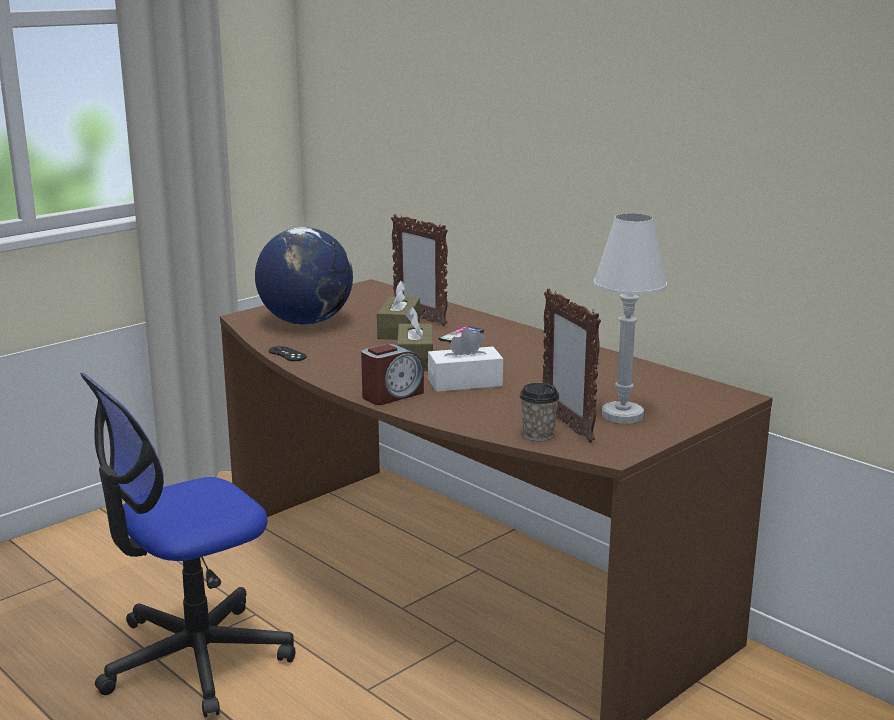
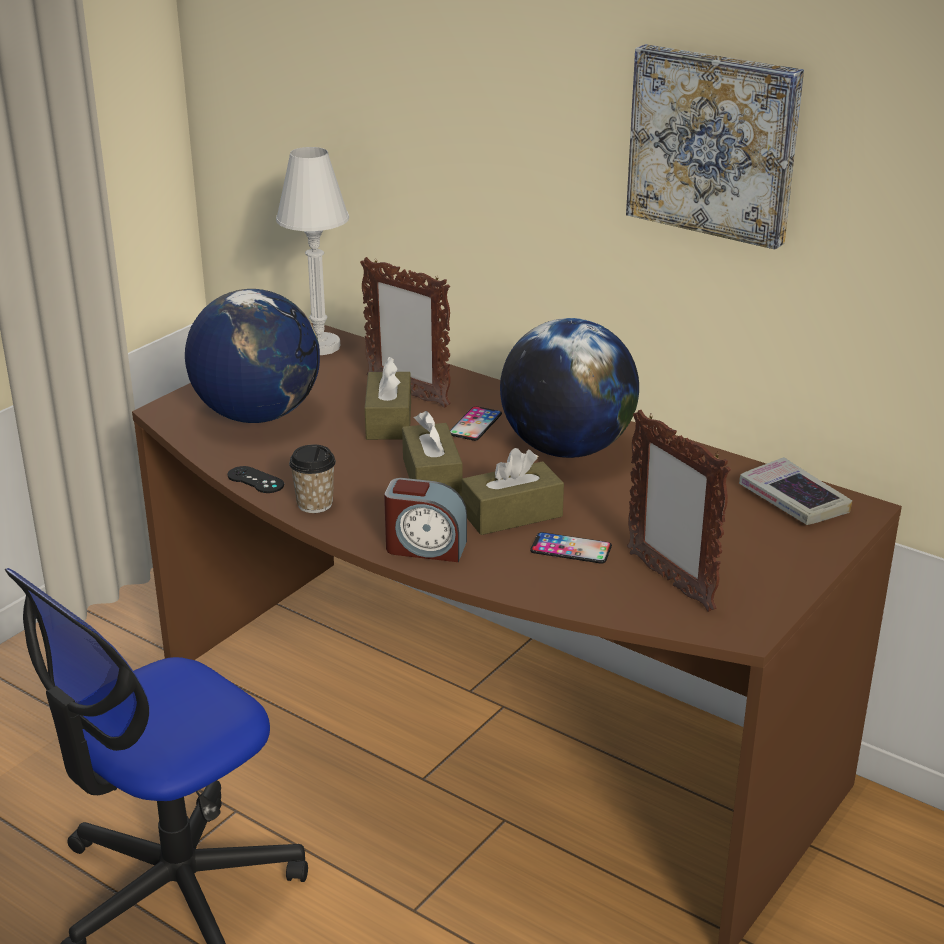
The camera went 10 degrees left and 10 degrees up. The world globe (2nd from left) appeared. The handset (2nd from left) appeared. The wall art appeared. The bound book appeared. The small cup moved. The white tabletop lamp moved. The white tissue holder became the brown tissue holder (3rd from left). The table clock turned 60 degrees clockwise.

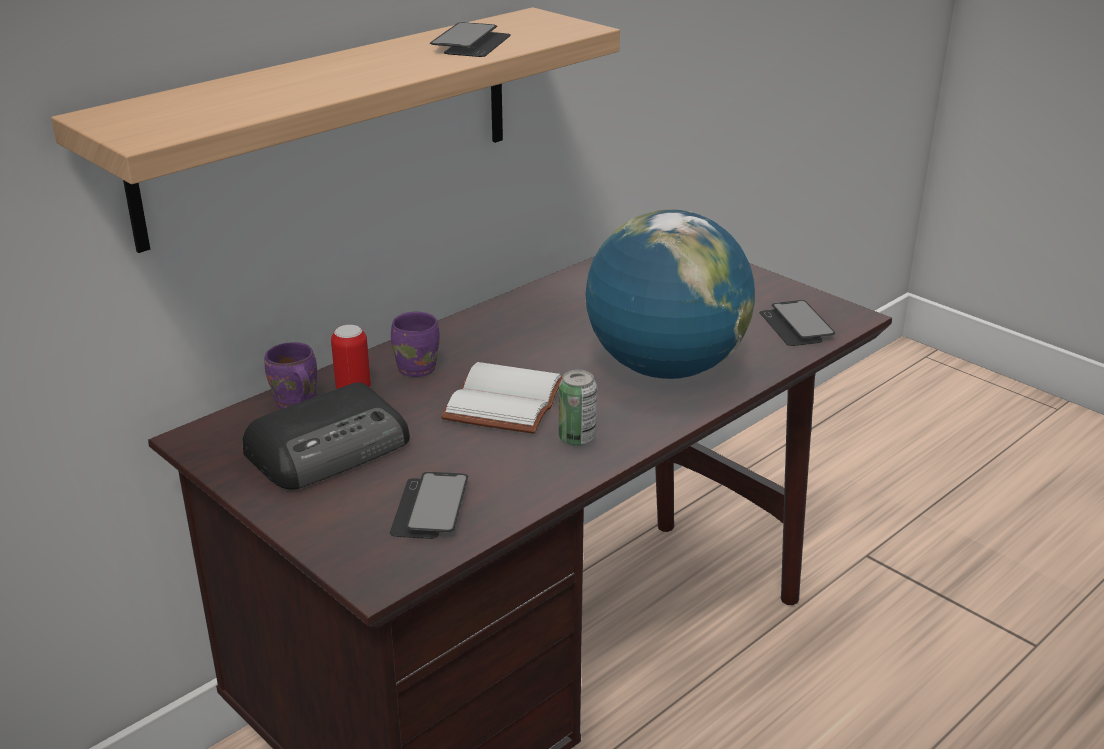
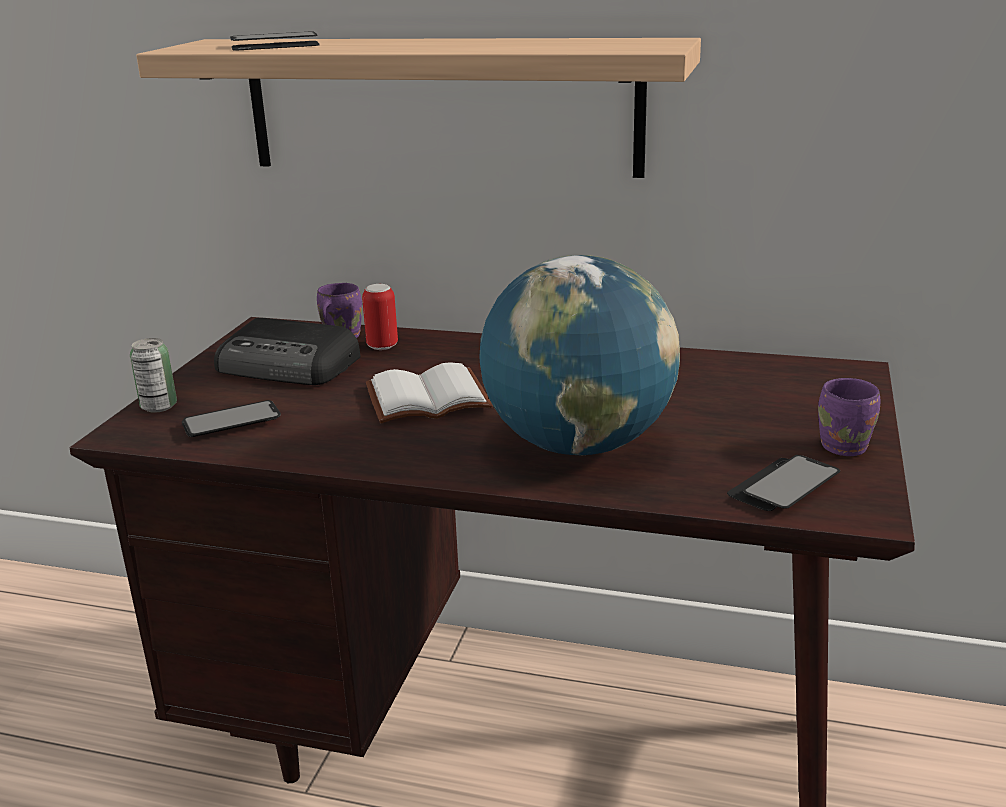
The camera went 60 degrees right and 5 degrees down. The purplish tea mug (2nd from left) moved. The handset (2nd from left) moved. The metal can (2nd from left in the first image) moved.

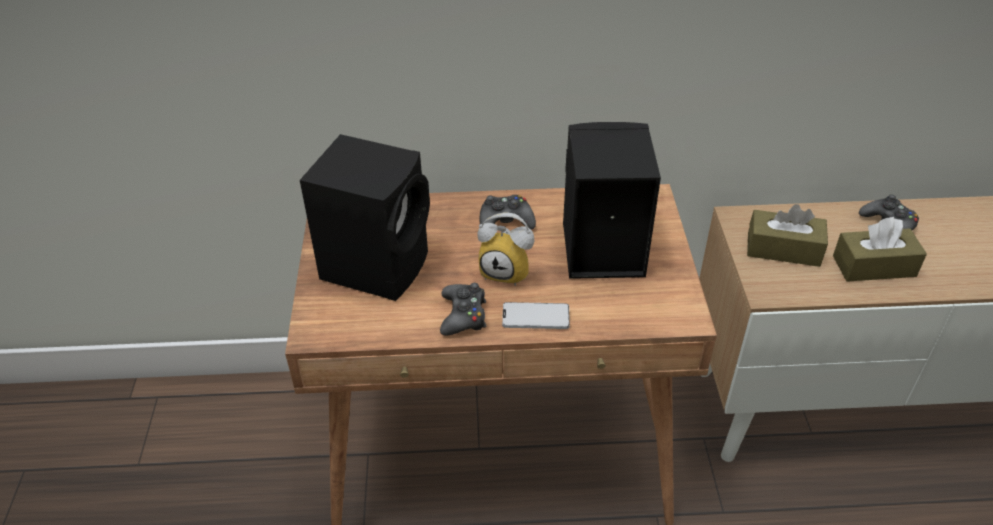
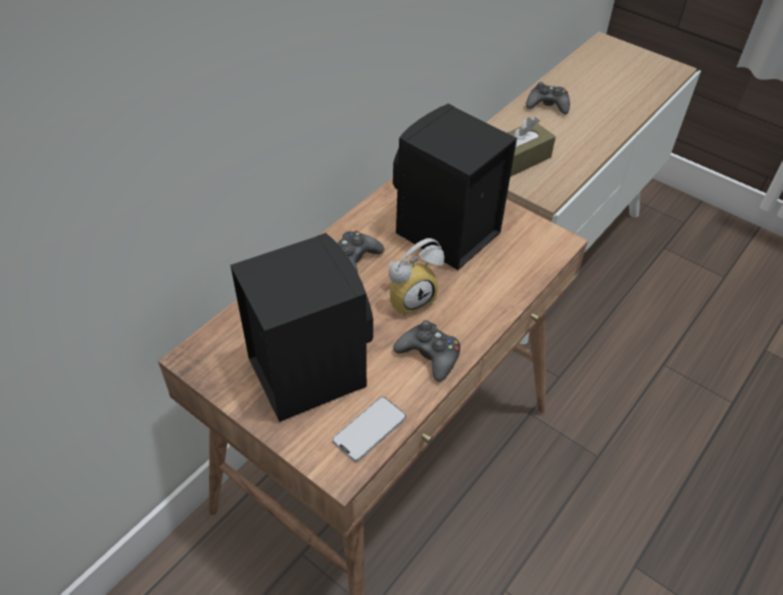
The camera went 50 degrees left and 5 degrees up. The brown tissue holder (2nd from left) disappeared. The handset moved.

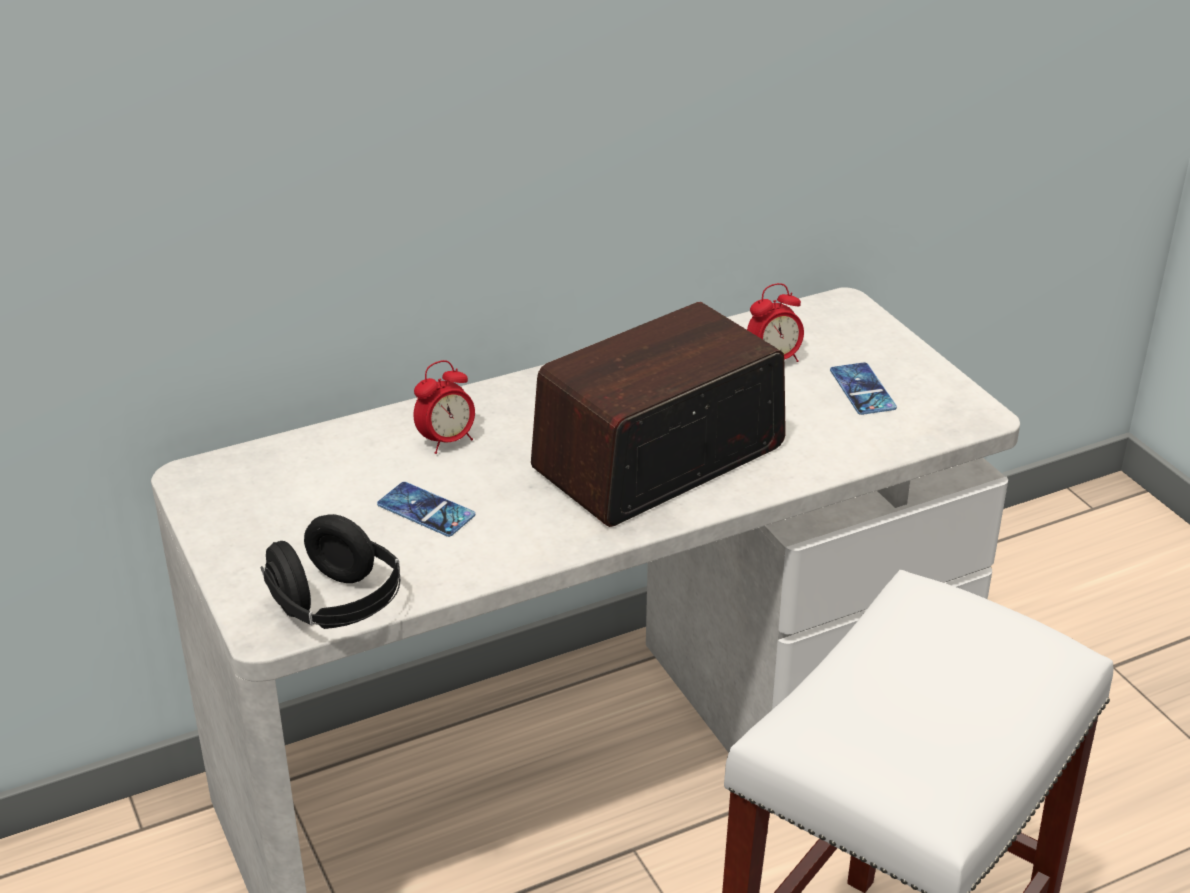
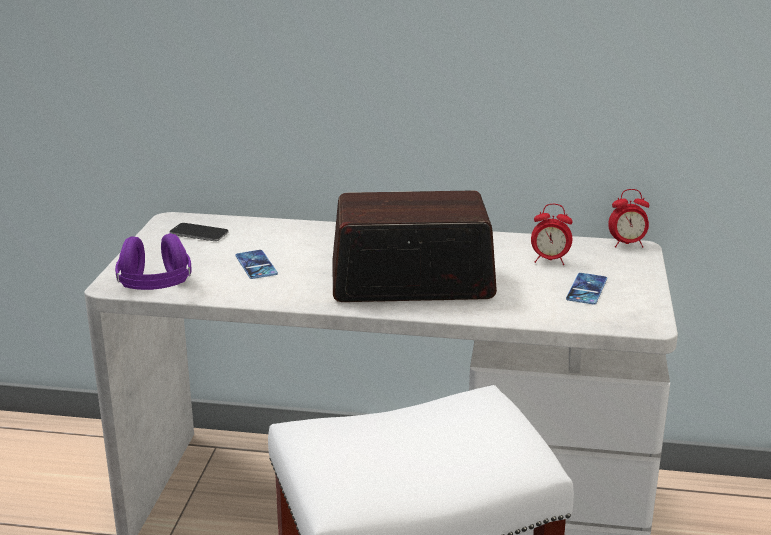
The camera went 35 degrees right and 10 degrees down. The handset (1st from left) appeared. The table clock (1st from left in the first image) moved. The blackish headset became the purplish headset.

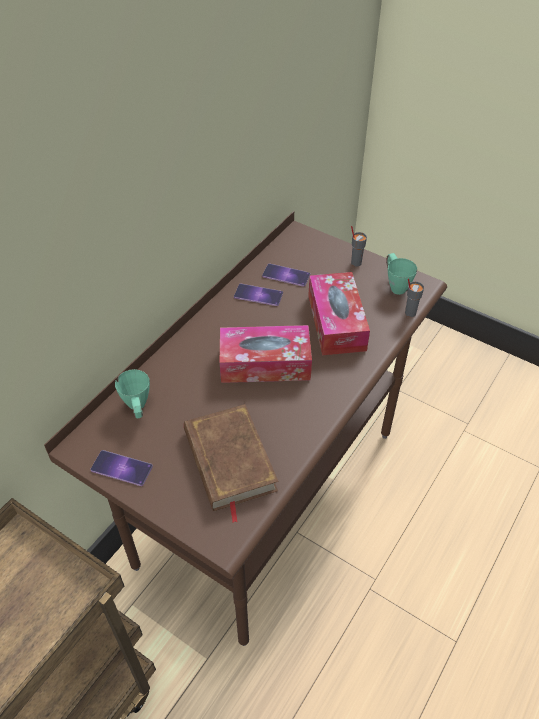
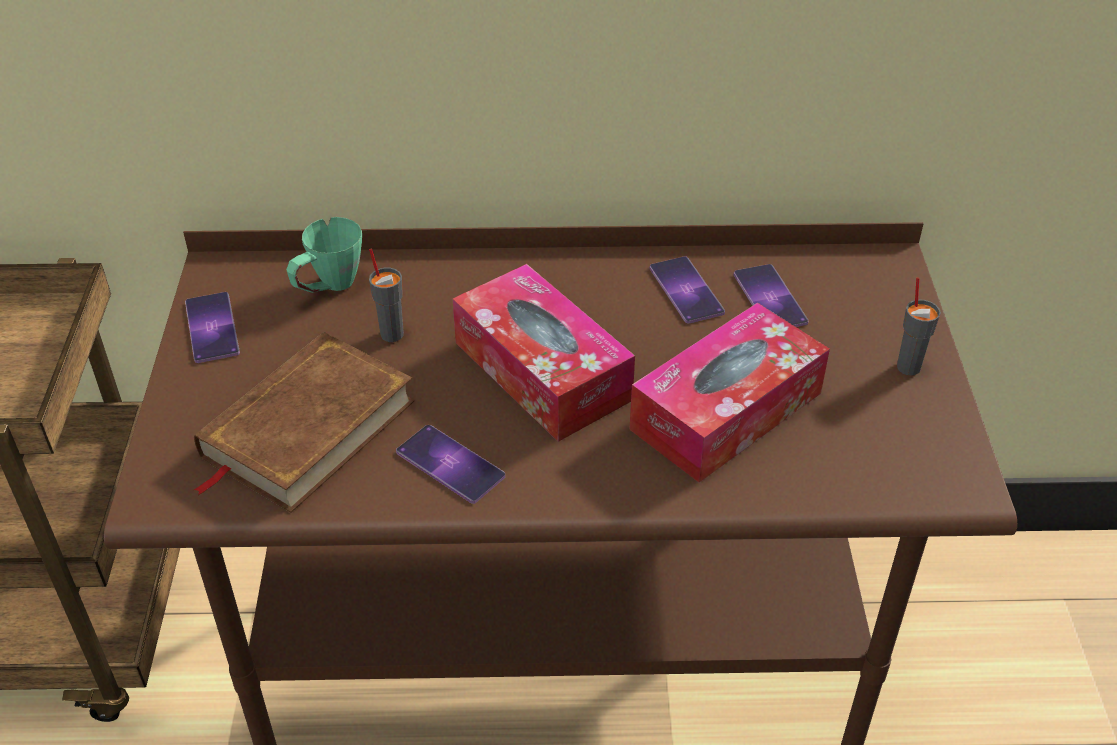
The camera went 55 degrees right and 5 degrees down. The green-coloured tea mug (2nd from left) disappeared. The handset (2nd from left) appeared. The grey small cup (2nd from left in the first image) moved.

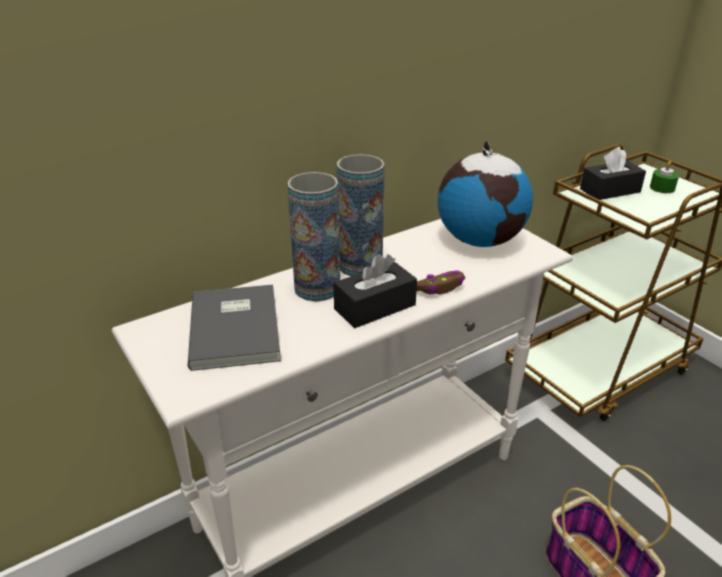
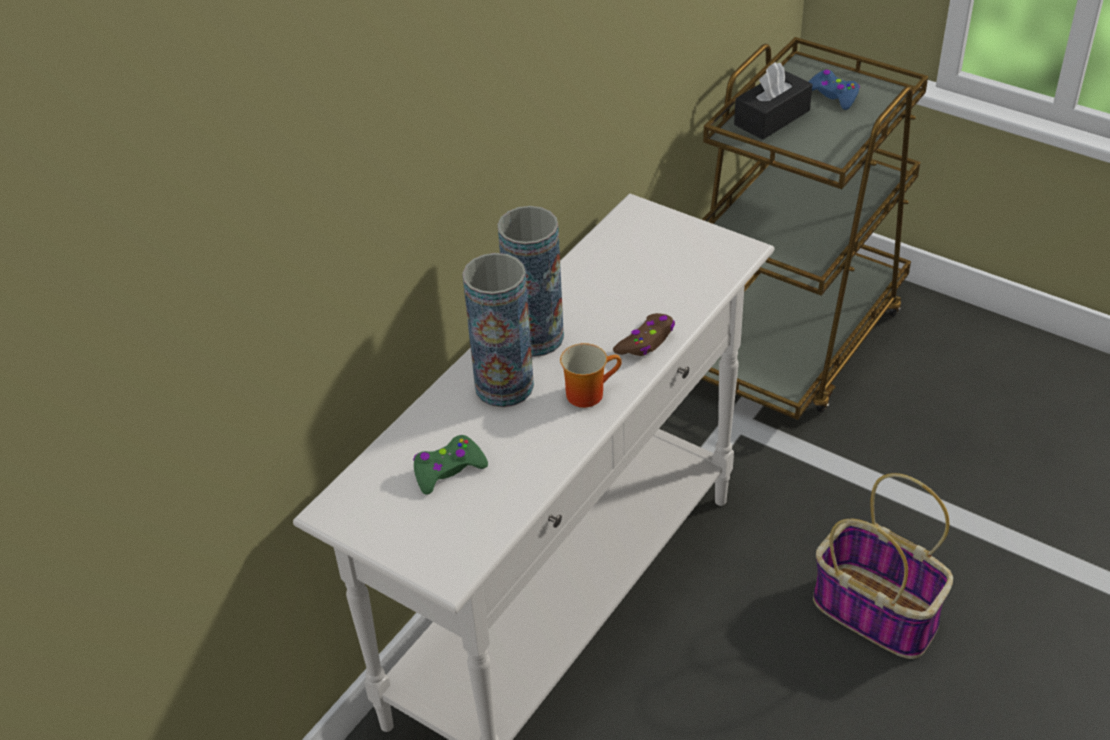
The camera went 20 degrees left and 10 degrees up. The world globe disappeared. The grey bound book was replaced by the green-coloured gamepad. The blackish tissue holder (1st from left) was replaced by the tea mug. The green-coloured wax candle was replaced by the blue-coloured gamepad.

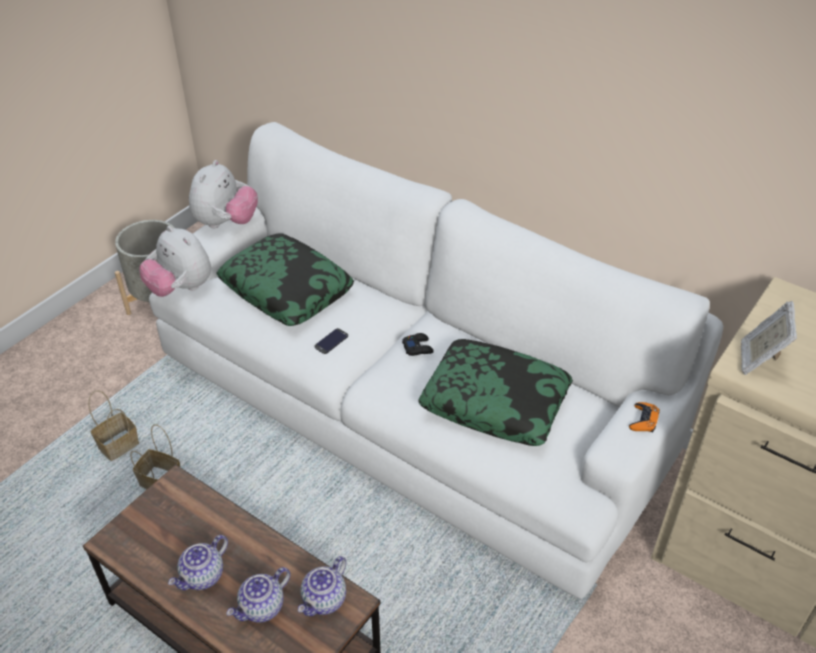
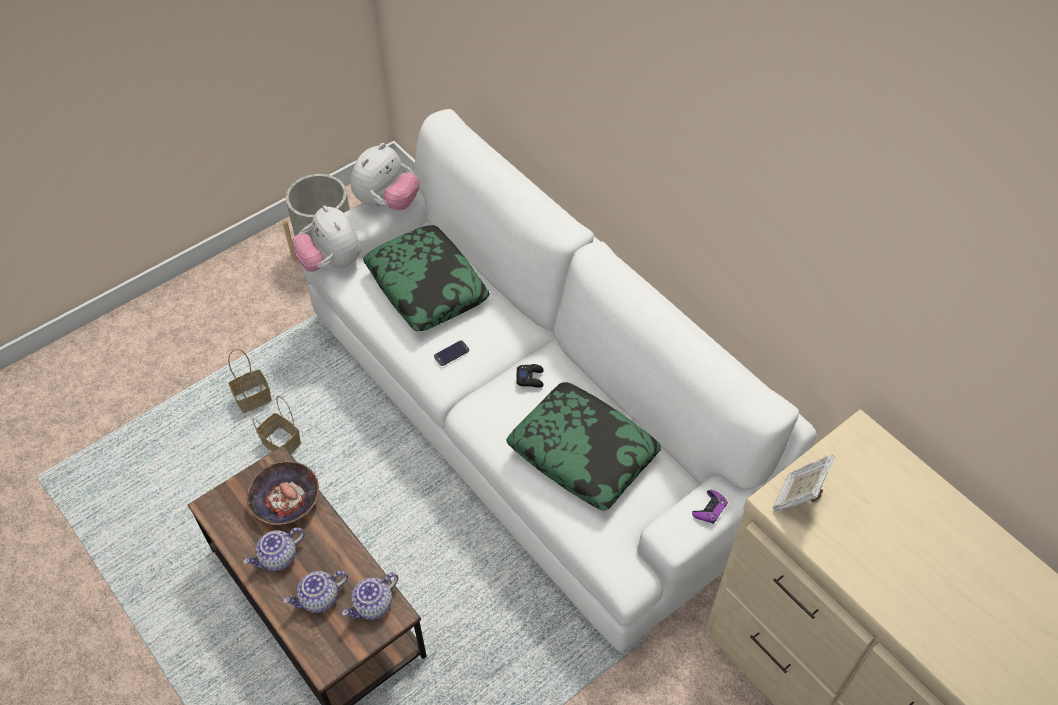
The camera went 15 degrees right and 10 degrees up. The bowl appeared. The orange gamepad became the purplish gamepad.

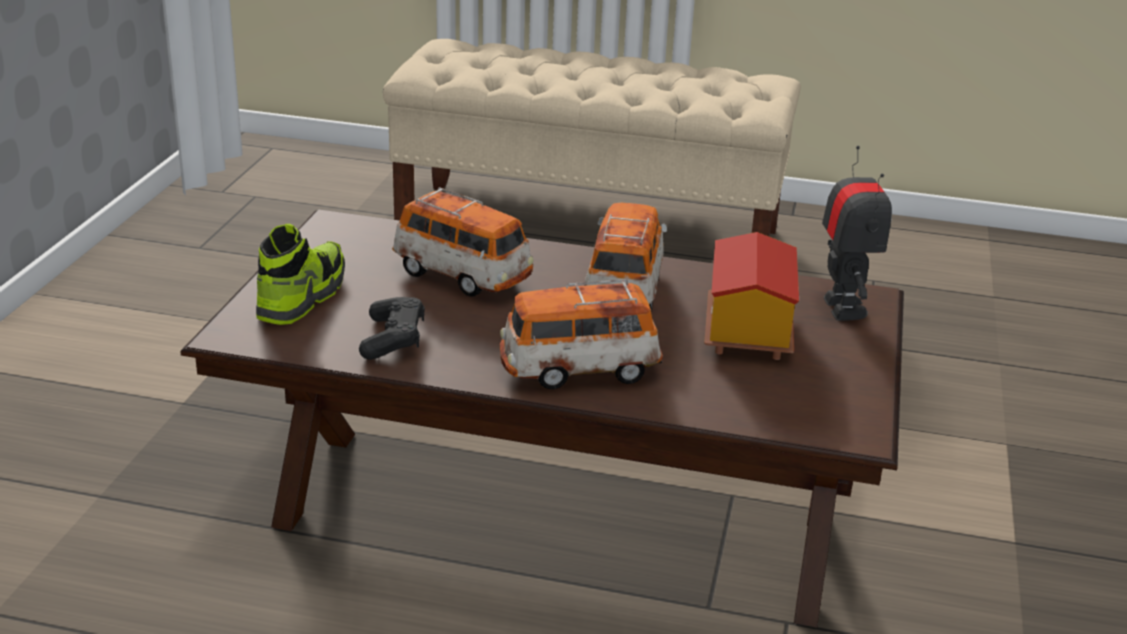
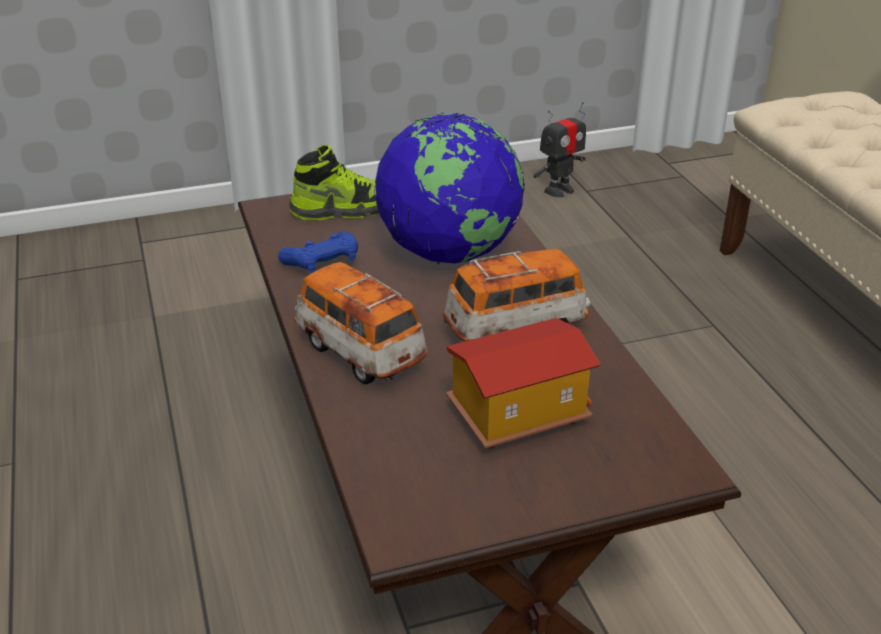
The camera went 60 degrees right and 5 degrees up. The robot figure moved. The toy car (1st from left) was replaced by the world globe. The blackish gamepad became the blue-coloured gamepad.

